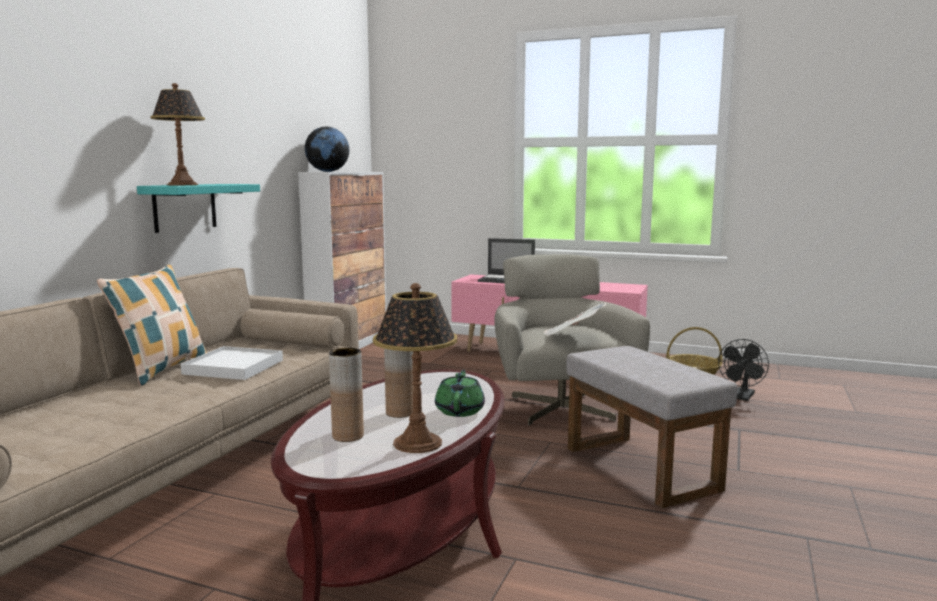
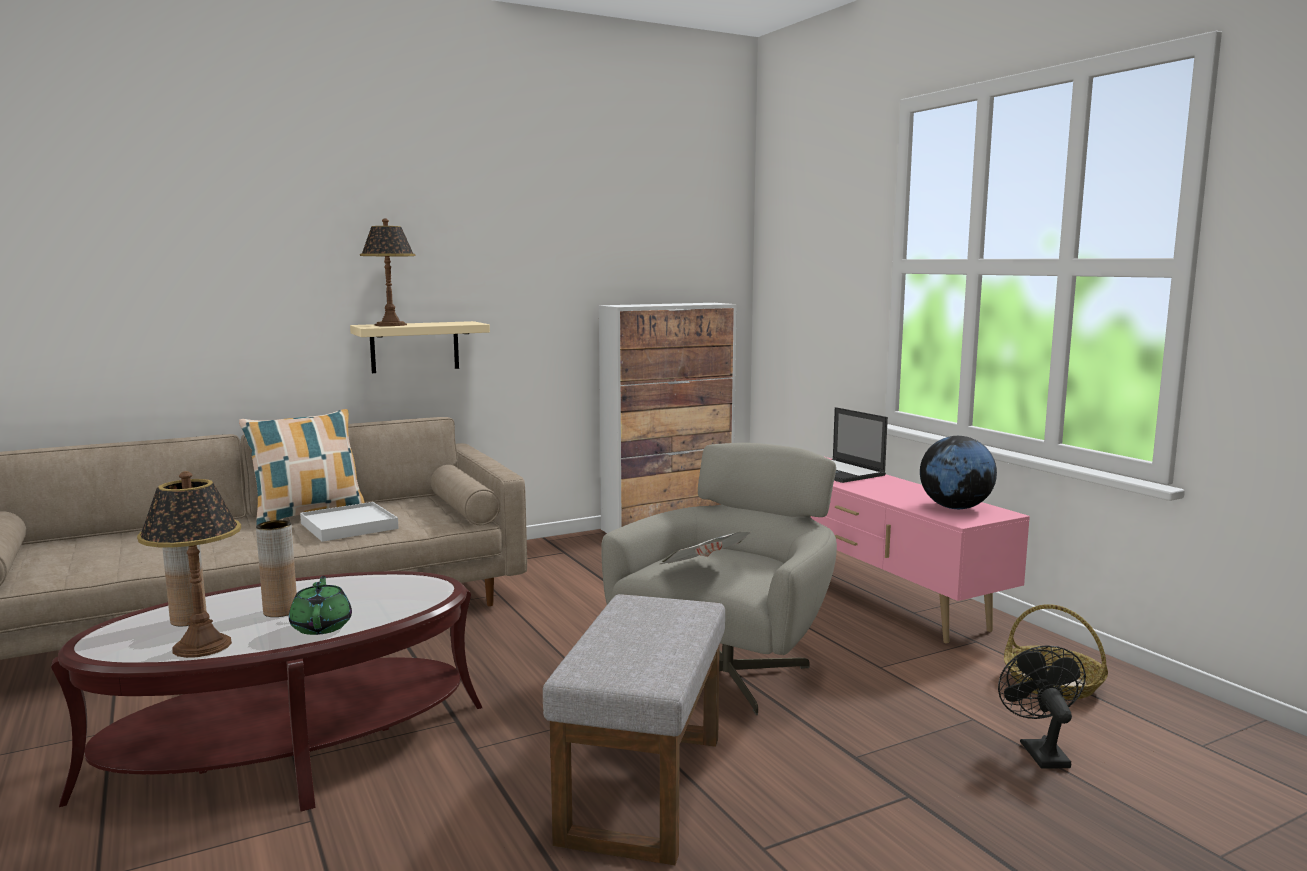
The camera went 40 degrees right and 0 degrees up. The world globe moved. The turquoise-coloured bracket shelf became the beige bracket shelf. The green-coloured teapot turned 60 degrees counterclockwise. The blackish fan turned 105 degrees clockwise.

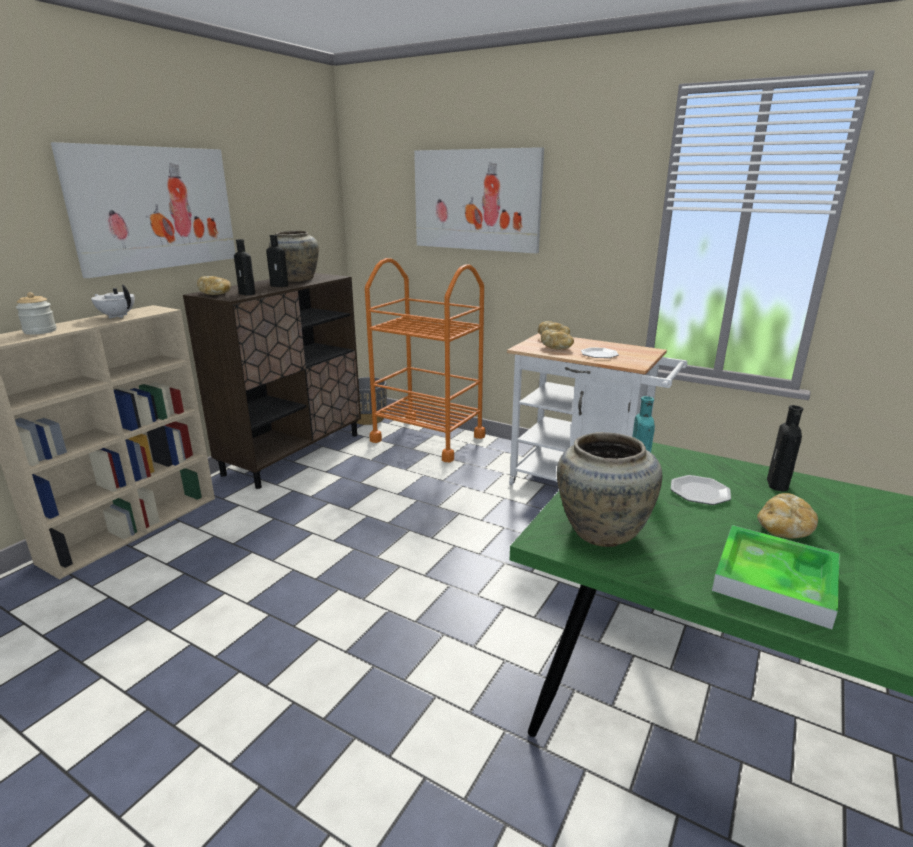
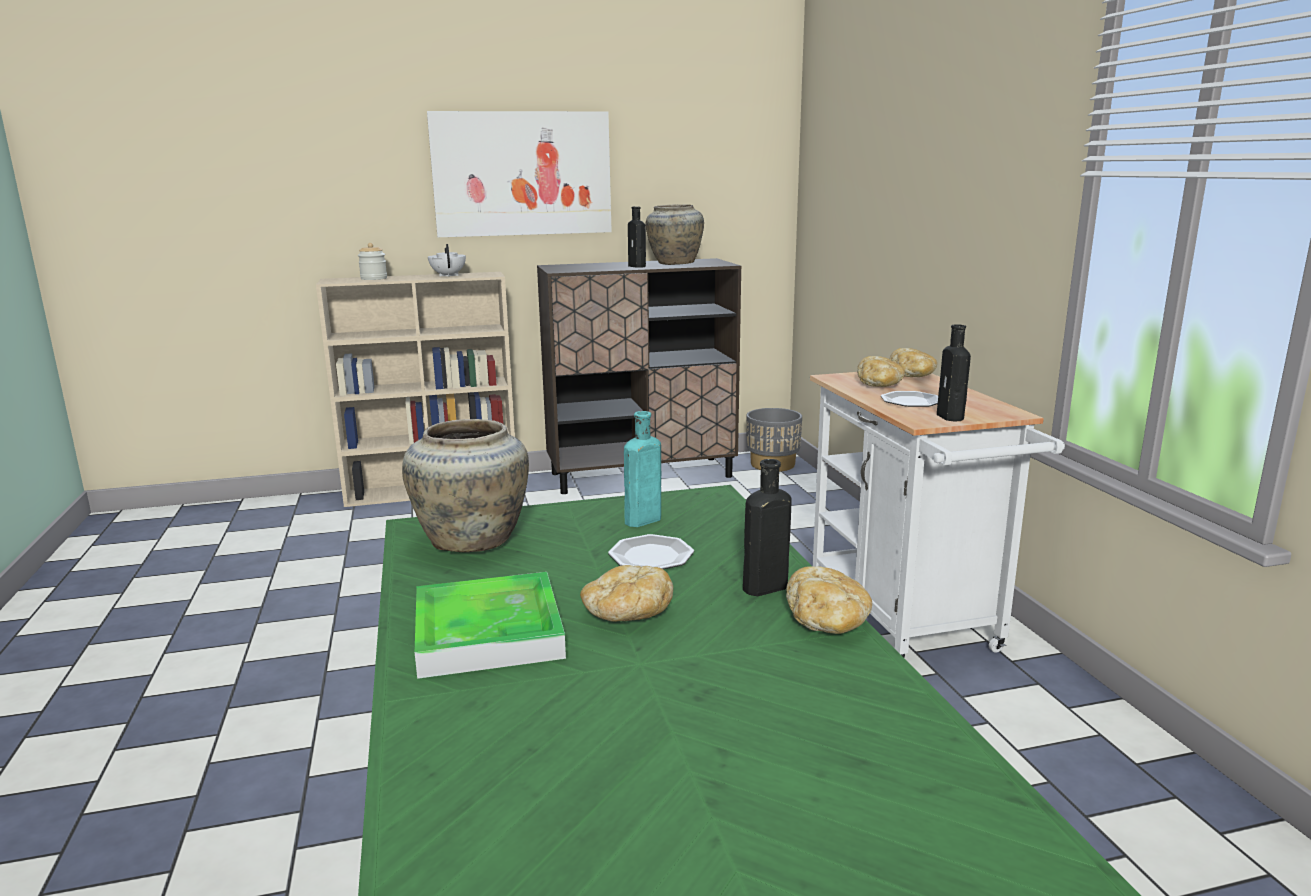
The camera went 45 degrees right and 5 degrees down. The orange cart disappeared. The wall art (2nd from left) disappeared. The bakery bread (1st from left in the first image) moved. The blackish bottle (1st from left in the first image) moved.

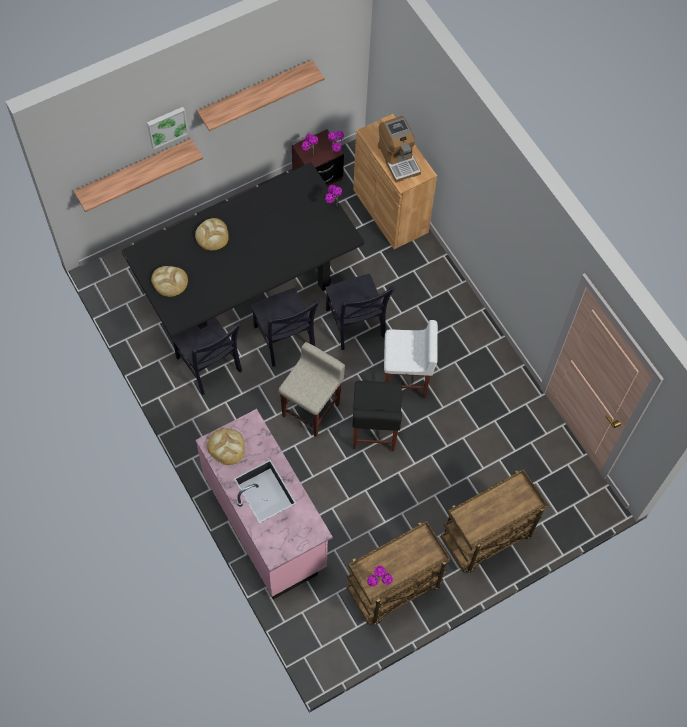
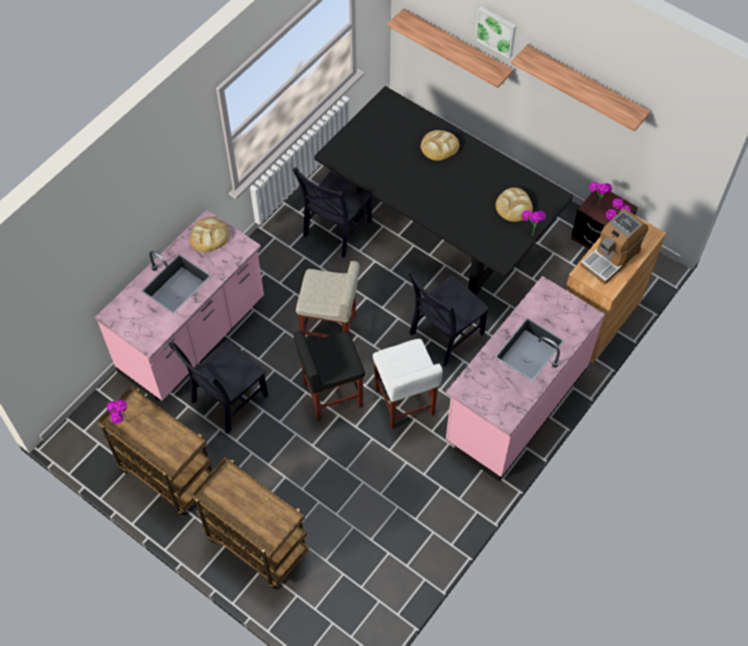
The camera went 70 degrees right and 5 degrees down. The pink kitchen base unit (2nd from left) appeared. The bakery bread (1st from left in the first image) moved. The blackish upright chair (2nd from left in the first image) moved.

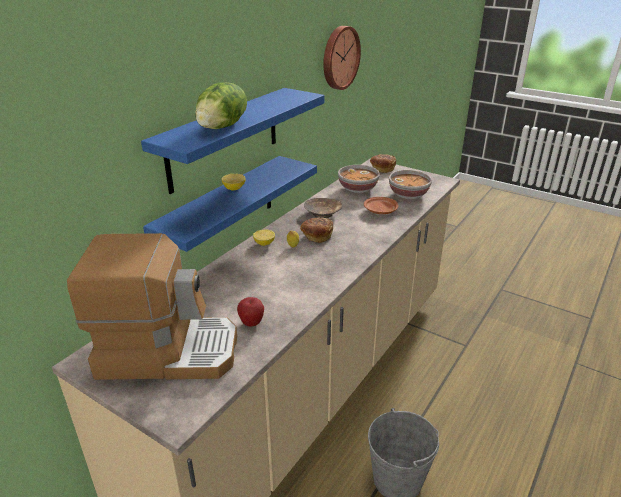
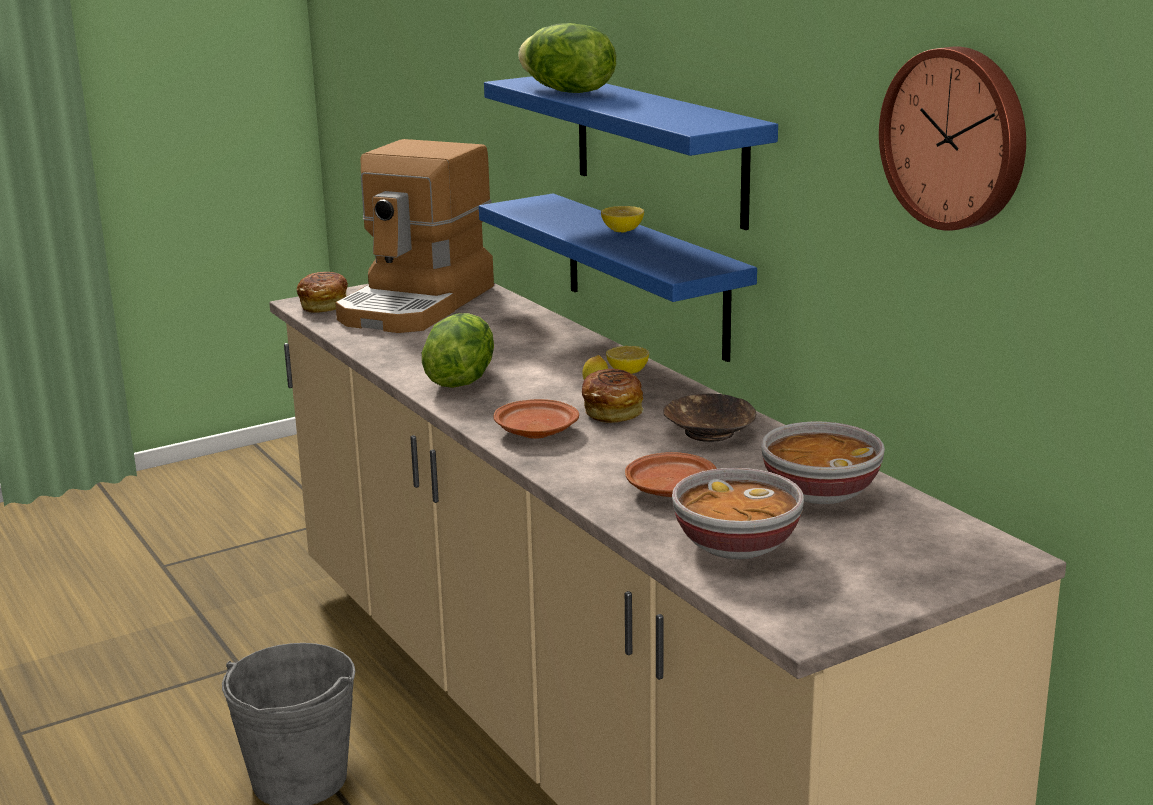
The camera went 115 degrees right and 10 degrees down. The whole apple disappeared. The head of lettuce (1st from left) appeared. The brown plate (1st from left) appeared. The bakery bread (2nd from left in the first image) moved.

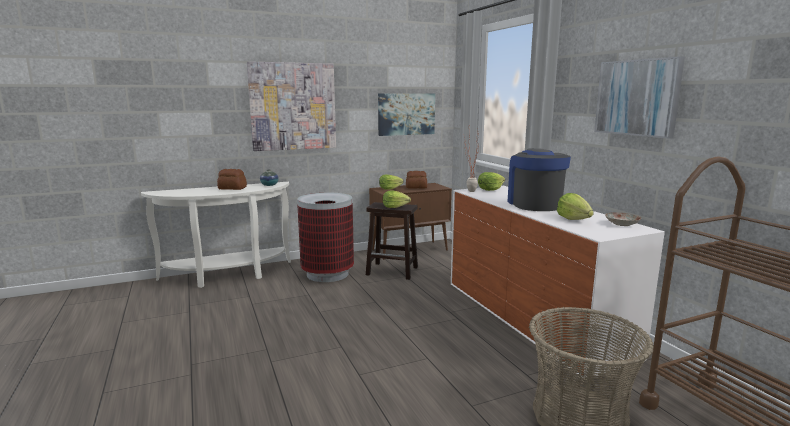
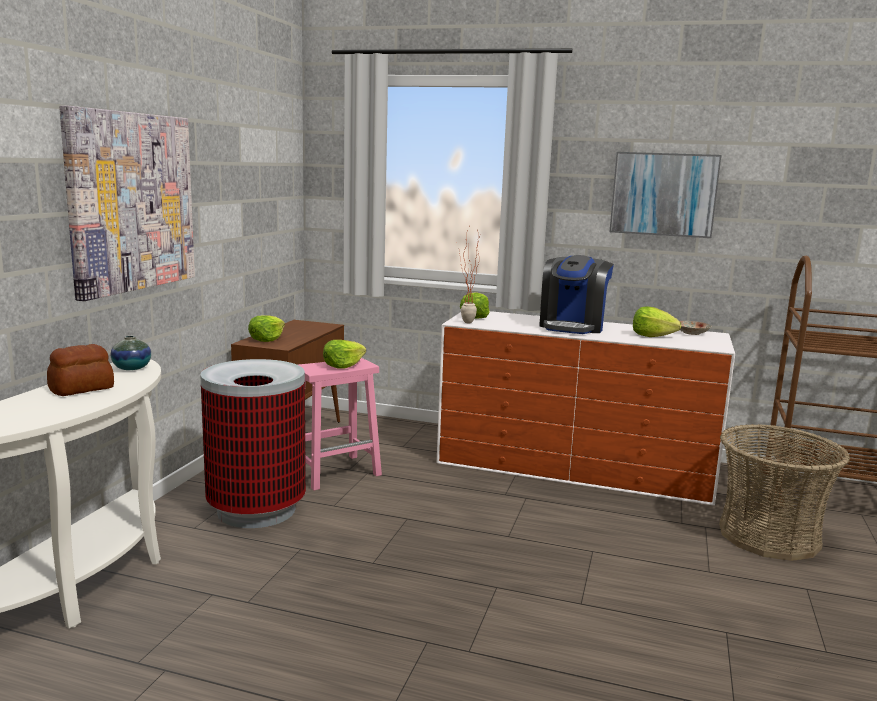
The camera went 50 degrees left and 0 degrees up. The wall art (2nd from left) disappeared. The bakery bread (2nd from left) disappeared. The brown sitting stool became the pink sitting stool. The coffee brewer turned 105 degrees counterclockwise.

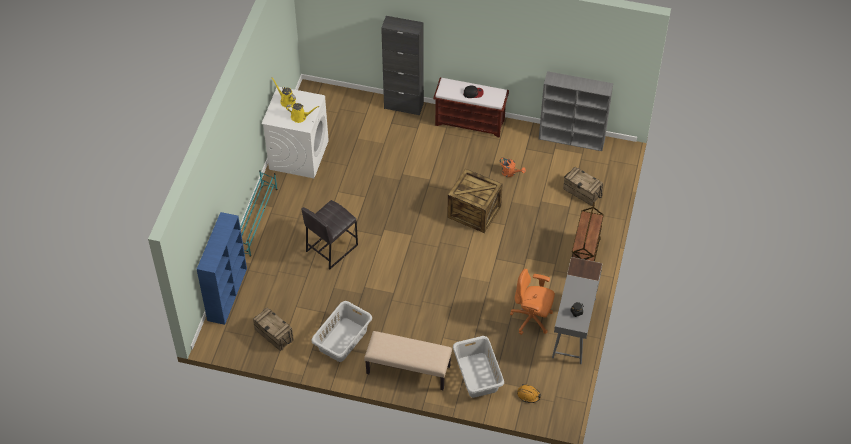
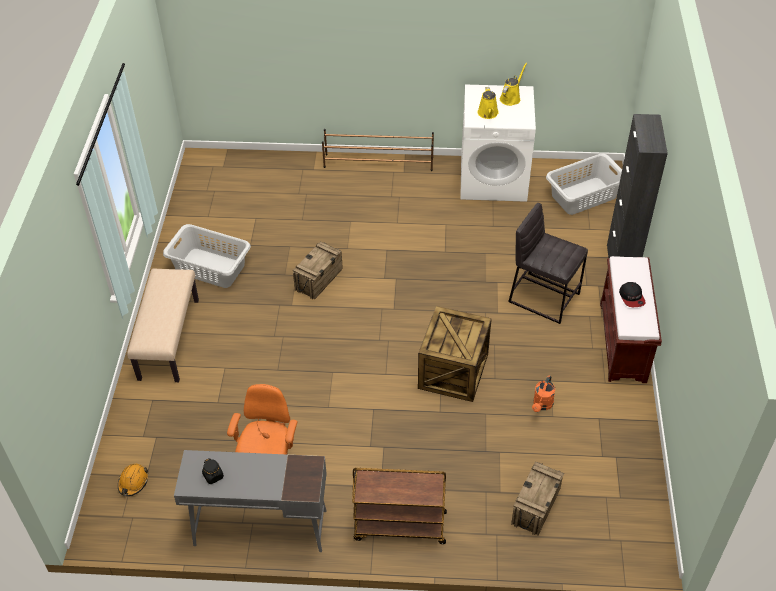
The camera went 80 degrees right and 5 degrees down. The blue-coloured shelving unit disappeared. The grey shelving unit disappeared. The shipping crate (1st from left) moved. The grey sitting stool moved. The grey laundry basket (2nd from left) moved. The turquoise-coloured shoe rack became the brown shoe rack.

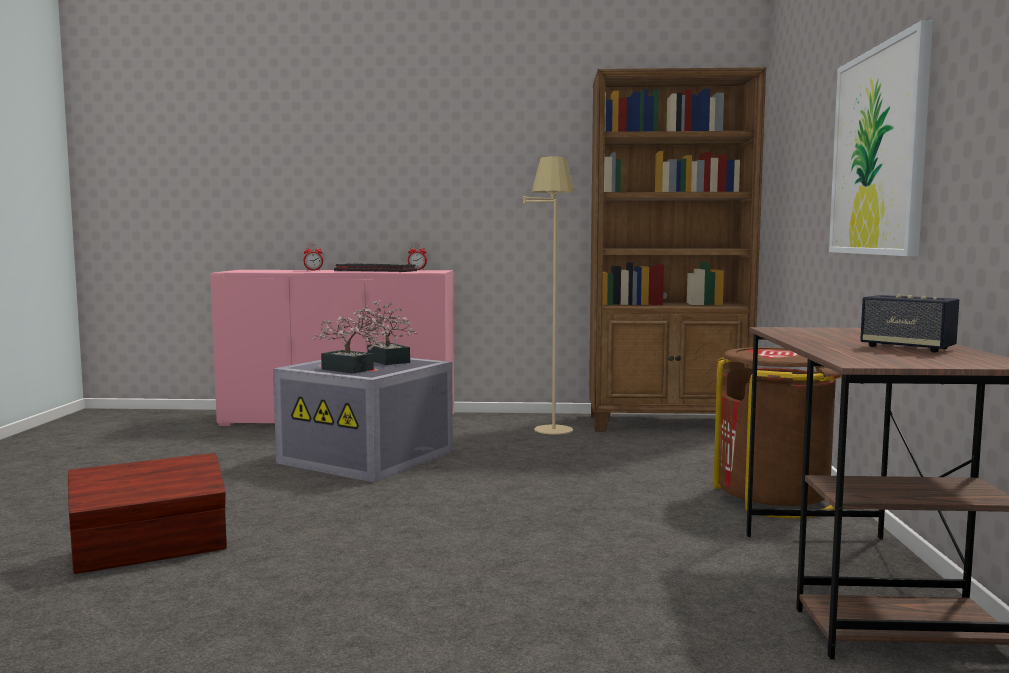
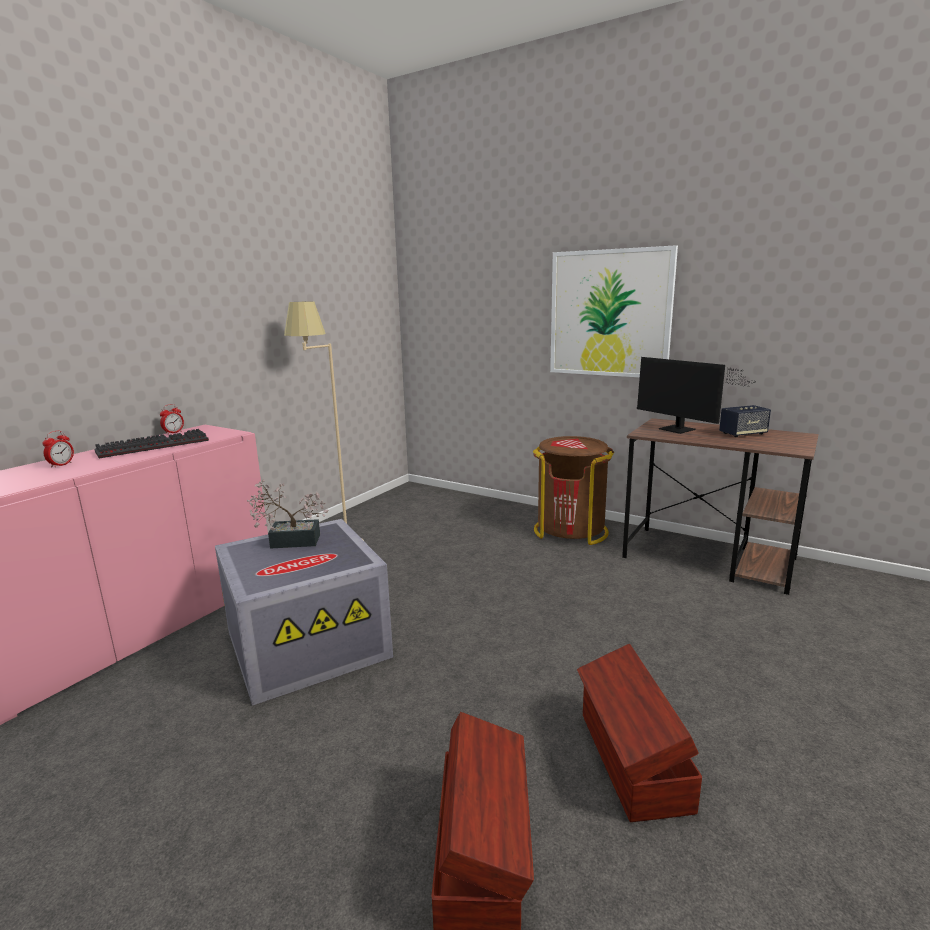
The camera went 60 degrees left and 10 degrees up. The potted plant (1st from left) disappeared. The brown shelving unit disappeared. The brown storage container (2nd from left) appeared. The computer display appeared.

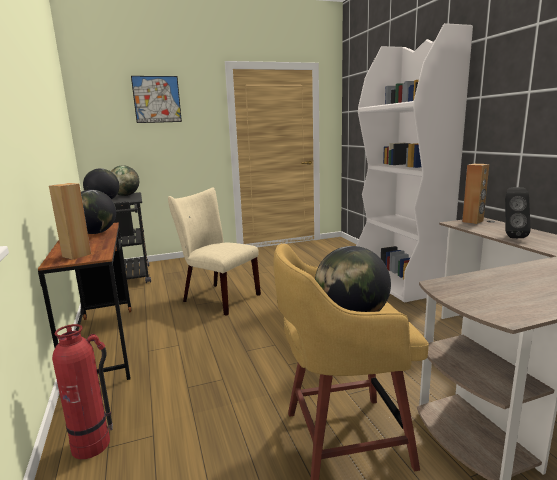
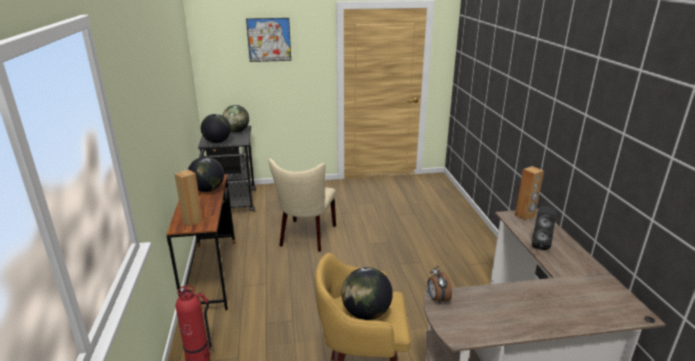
The camera went 10 degrees right and 10 degrees up. The white shelving unit disappeared. The table clock appeared. The beige upright chair turned 120 degrees counterclockwise.

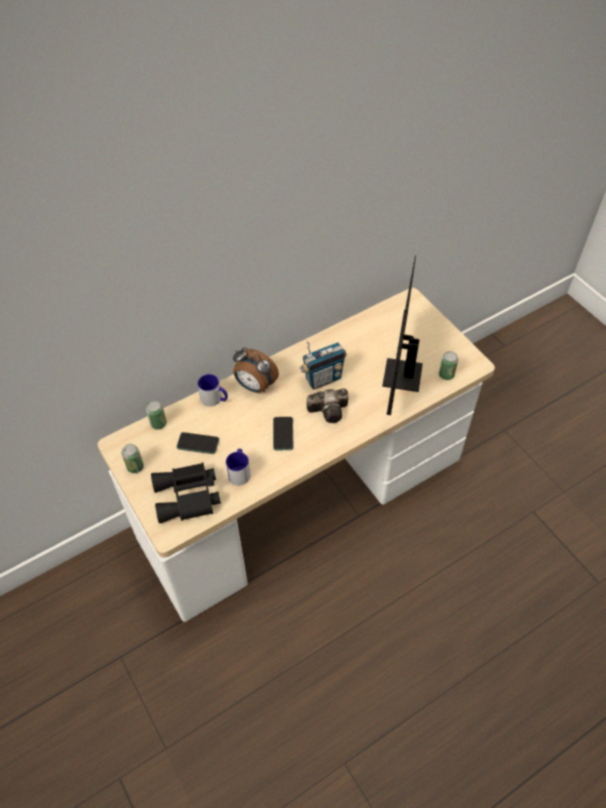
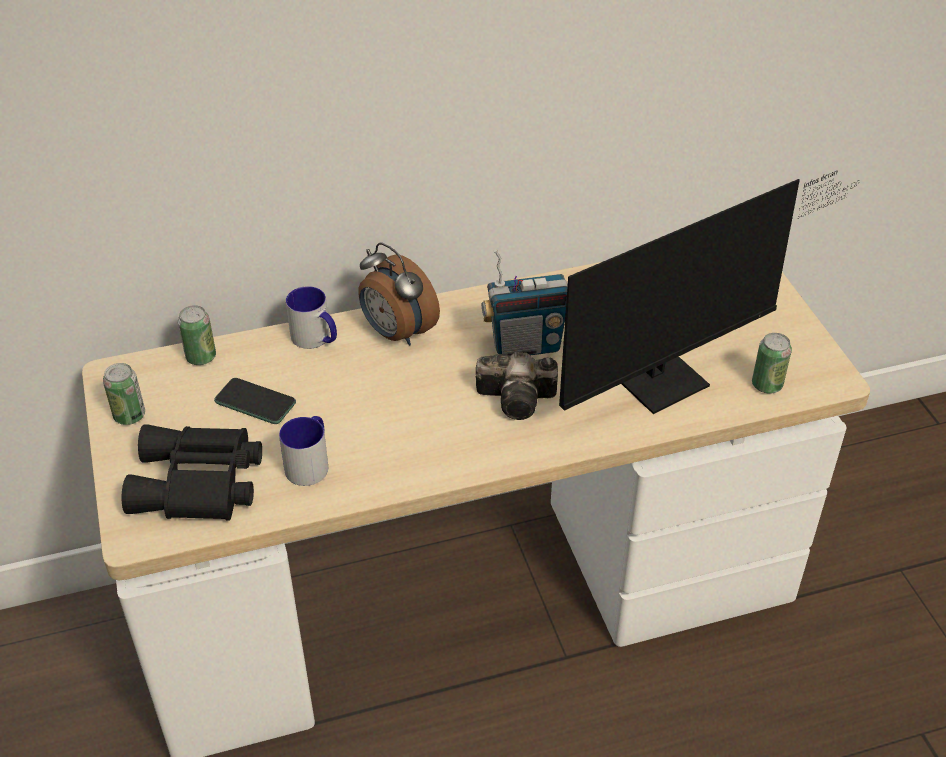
The camera went 15 degrees right and 10 degrees down. The handset (2nd from left) disappeared. The computer display turned 150 degrees counterclockwise.

